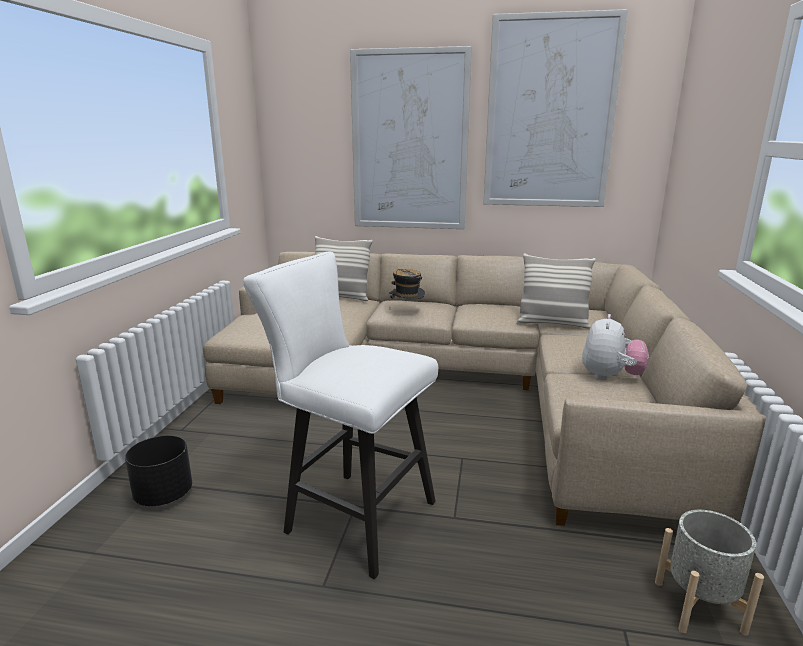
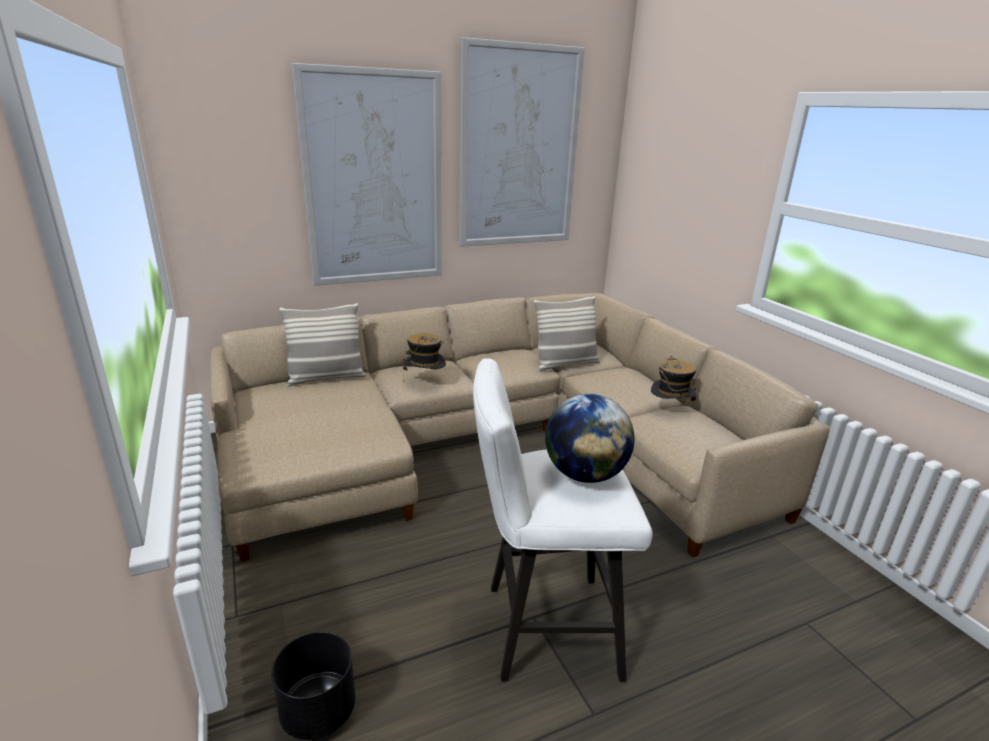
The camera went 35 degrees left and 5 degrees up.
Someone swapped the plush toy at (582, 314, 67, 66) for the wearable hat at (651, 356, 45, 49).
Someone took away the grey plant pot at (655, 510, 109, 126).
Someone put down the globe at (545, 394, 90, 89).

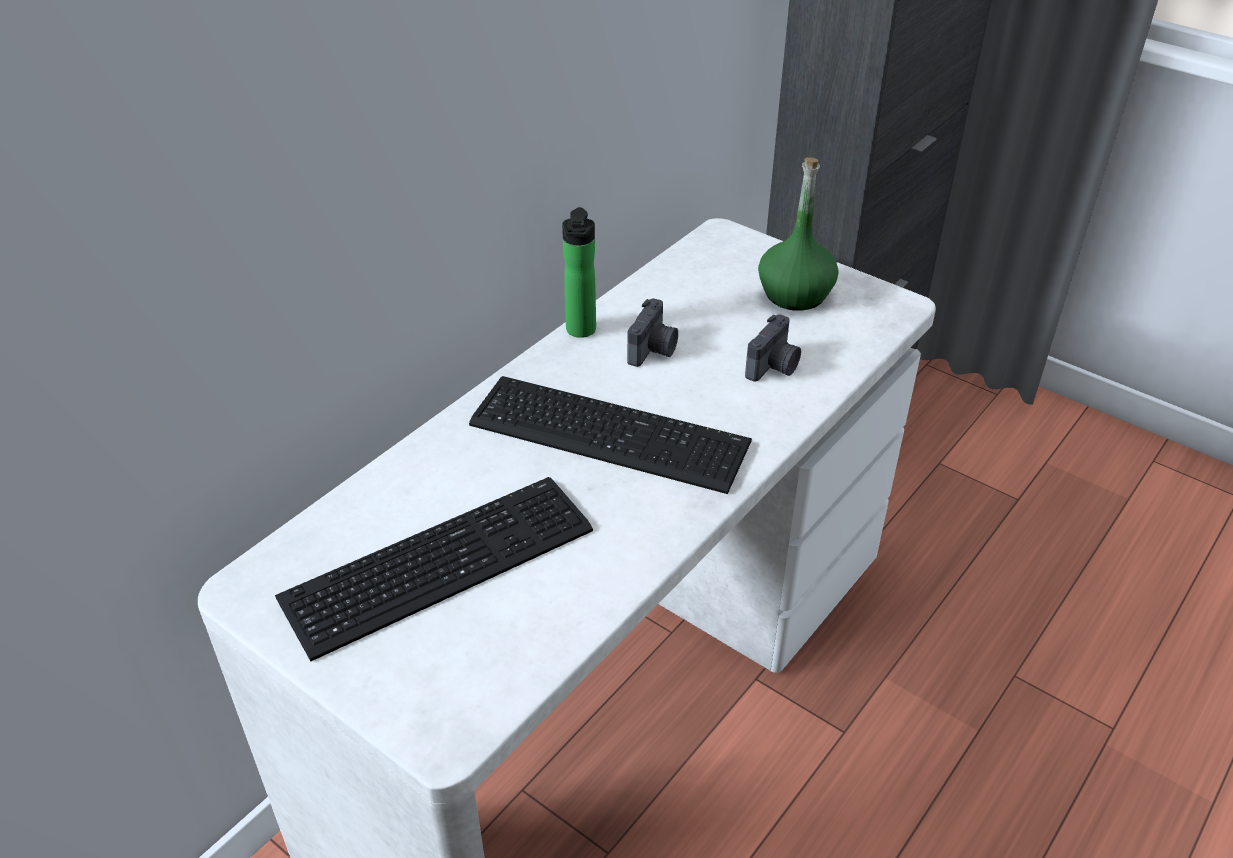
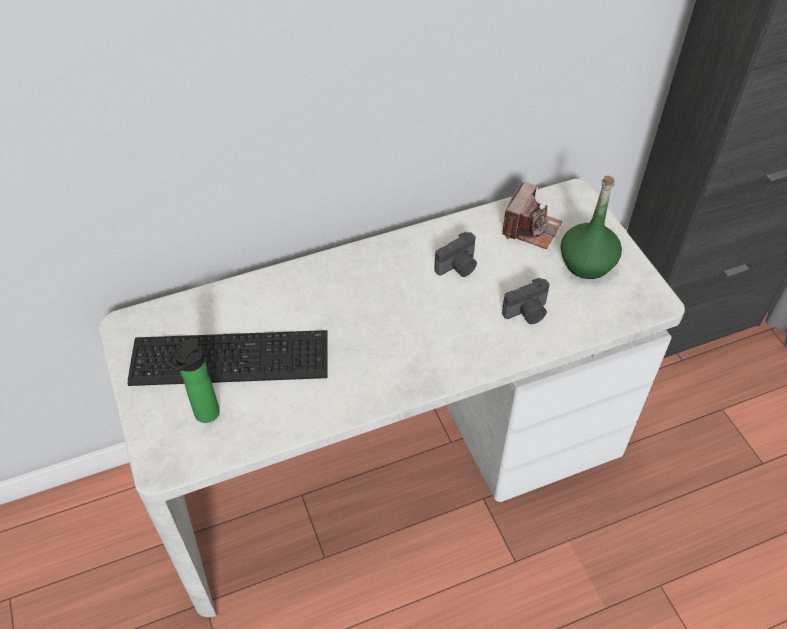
The camera went 30 degrees right and 10 degrees up.
Someone carried the bottle from (562, 207, 34, 131) to (165, 338, 55, 85).
Someone took away the keyboard at (469, 376, 283, 118).
Someone put down the still camera at (502, 181, 60, 68).

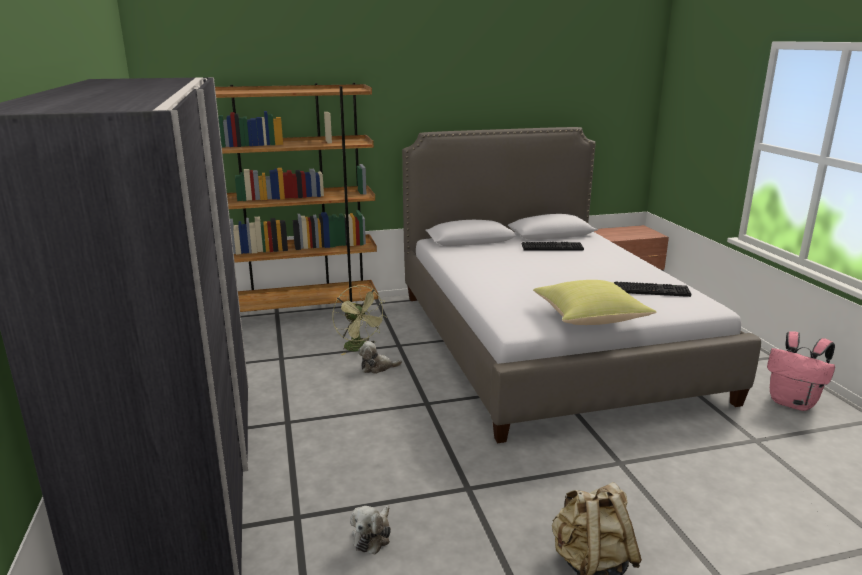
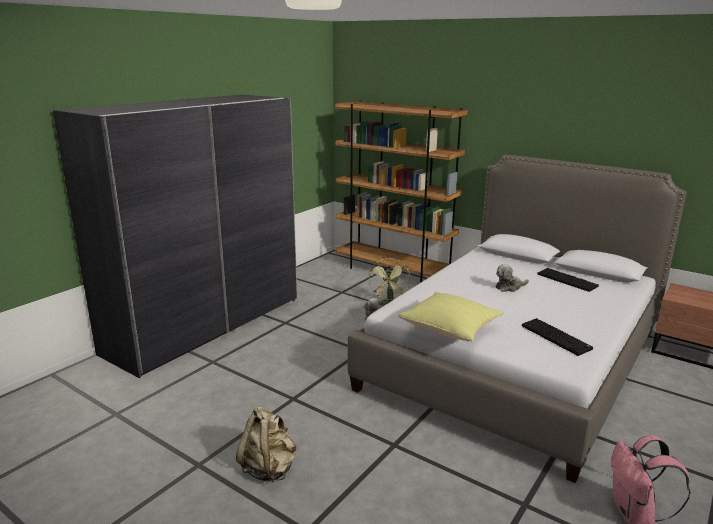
The camera went 50 degrees right and 0 degrees up.
Someone carried the plush toy from (350, 505, 41, 50) to (495, 264, 34, 28).

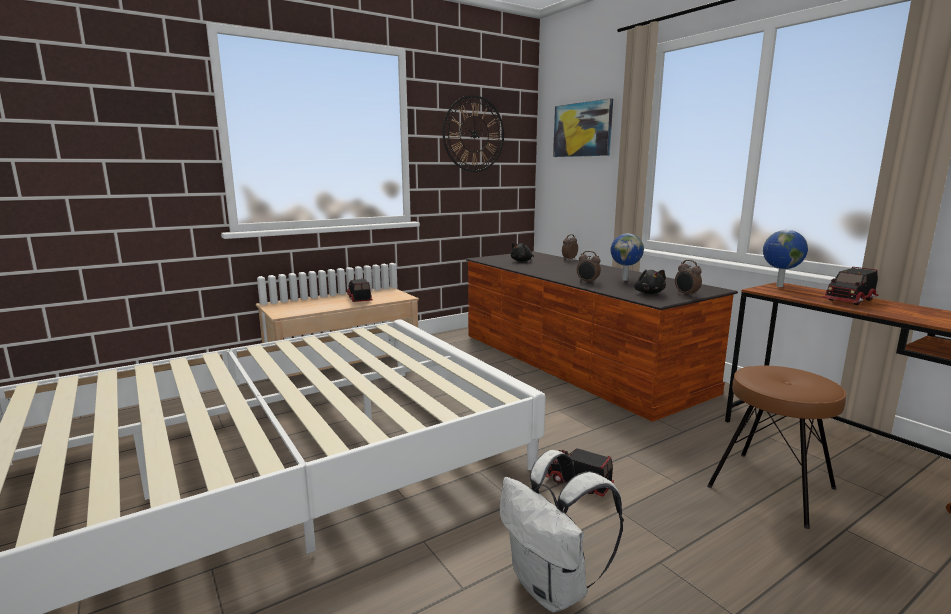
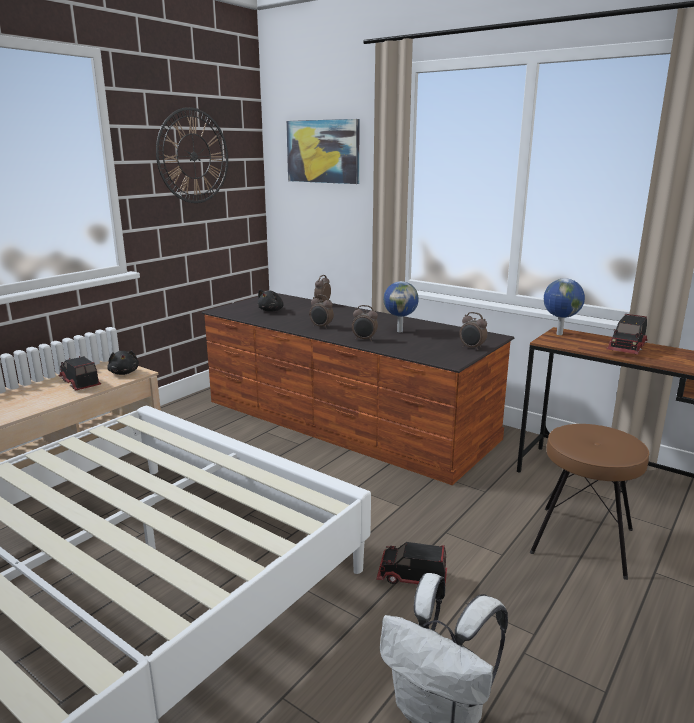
The camera went 20 degrees left and 5 degrees up.
Someone carried the black-coloured plush toy from (634, 270, 32, 24) to (107, 350, 32, 25).
Someone put down the bedside clock at (309, 295, 25, 34).

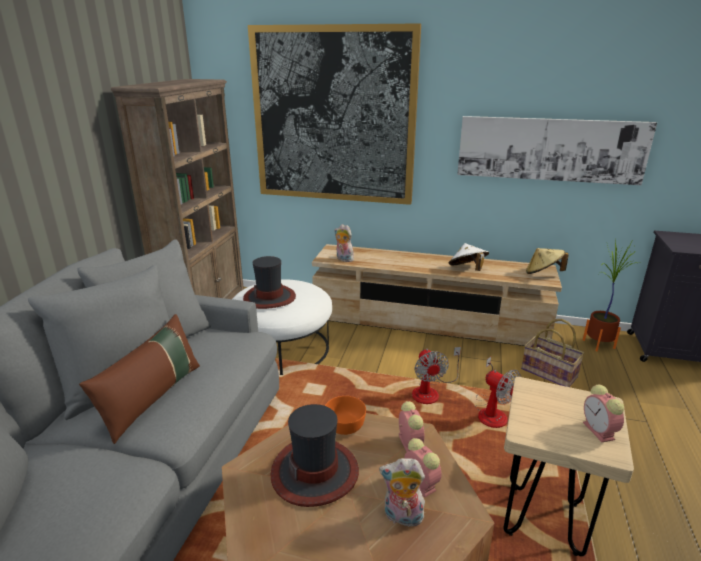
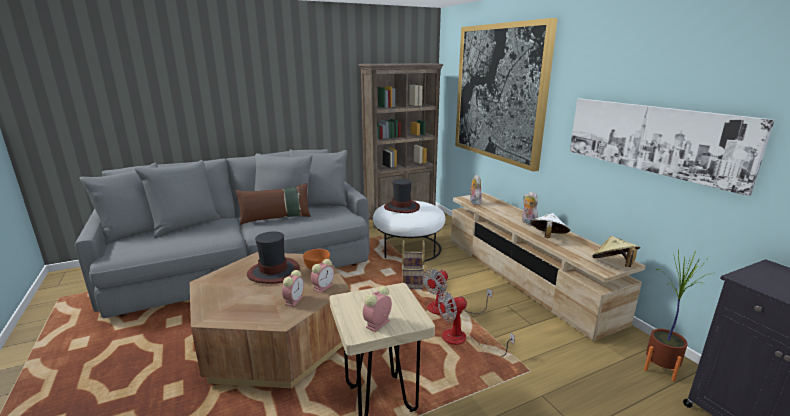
The camera went 50 degrees right and 5 degrees down.
Someone carried the storage basket from (521, 319, 64, 68) to (402, 240, 23, 49).
Someone rotated the fan at (476, 357, 45, 71) by 60 degrees clockwise.
Someone carried the plush toy from (379, 458, 46, 69) to (522, 191, 16, 35).

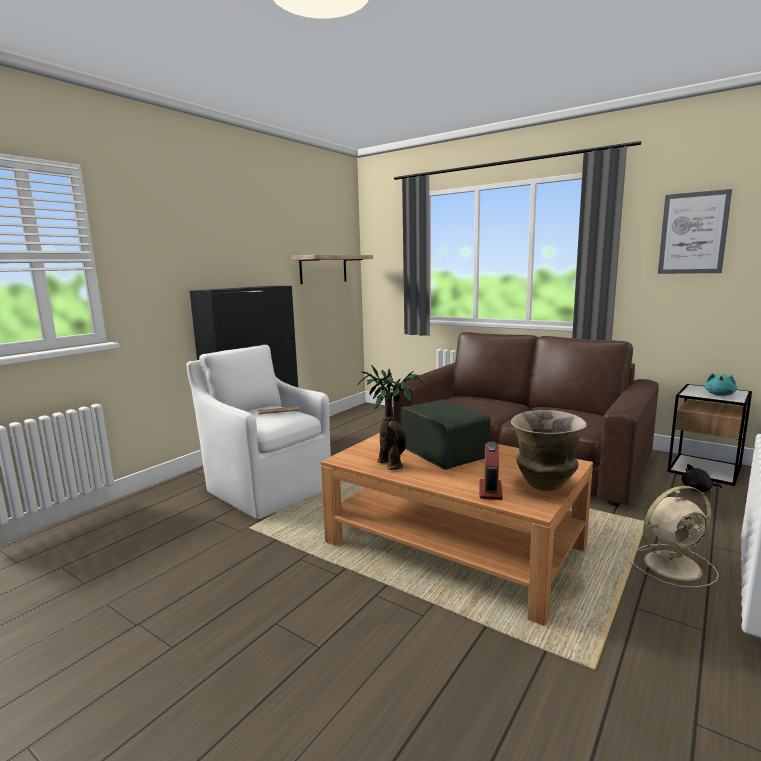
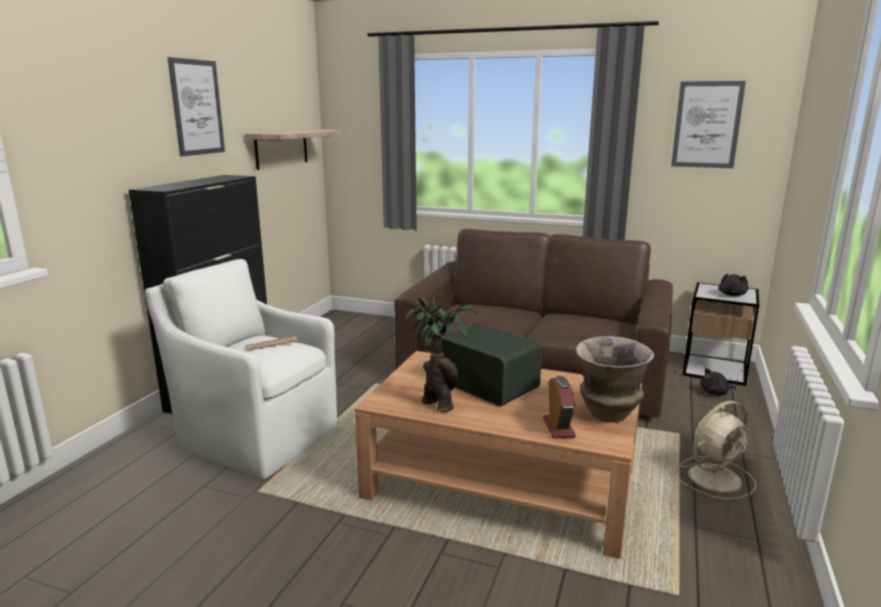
The camera went 15 degrees left and 5 degrees up.
Someone repainted the turquoise plush toy at (705, 373, 32, 23), which became the black-coloured plush toy at (718, 274, 30, 22).
Someone put up the picture at (168, 57, 57, 99).

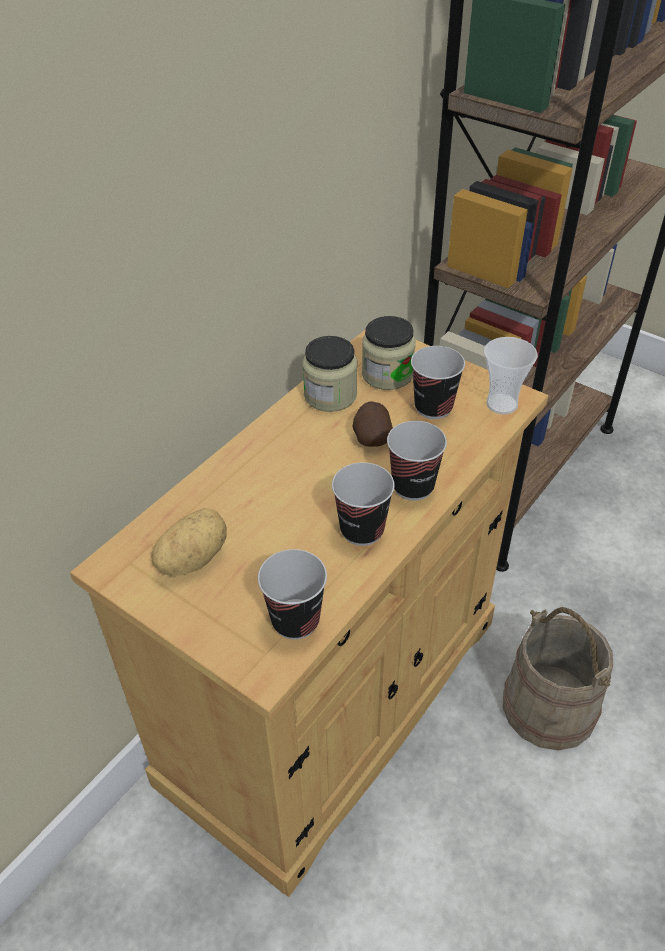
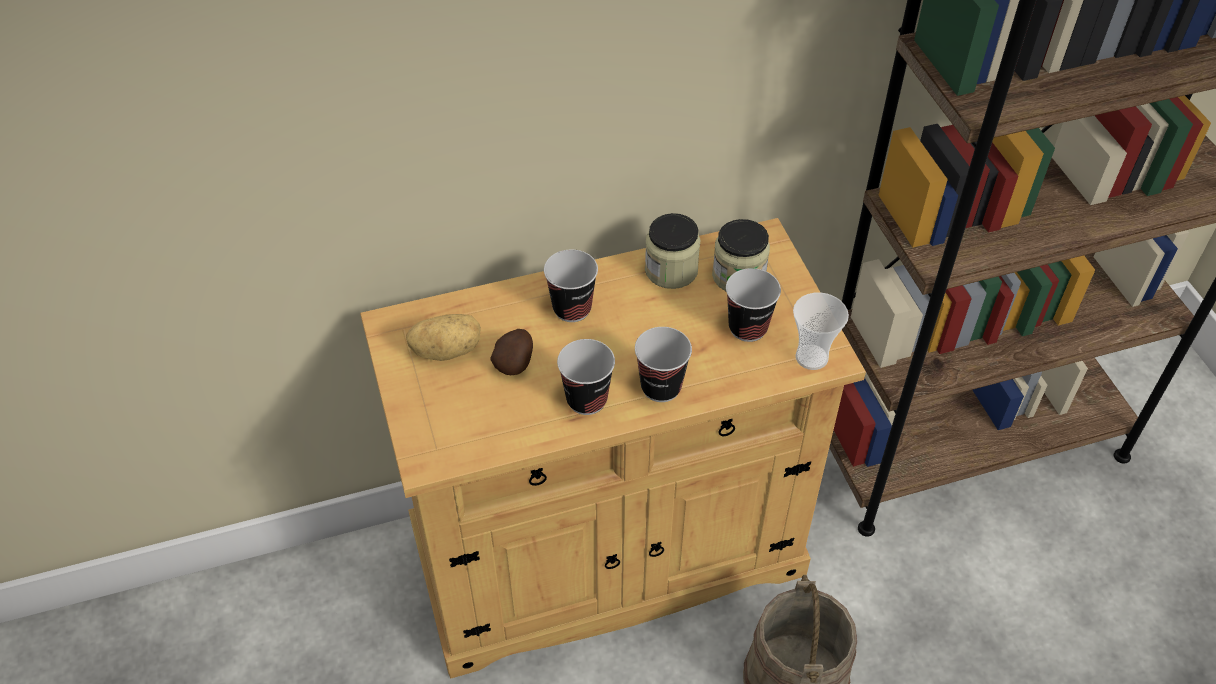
The camera went 35 degrees right and 5 degrees up.
Someone carried the potato from (353, 402, 40, 45) to (491, 329, 42, 46).
Someone carried the drinking cup from (258, 549, 69, 91) to (544, 249, 54, 73).

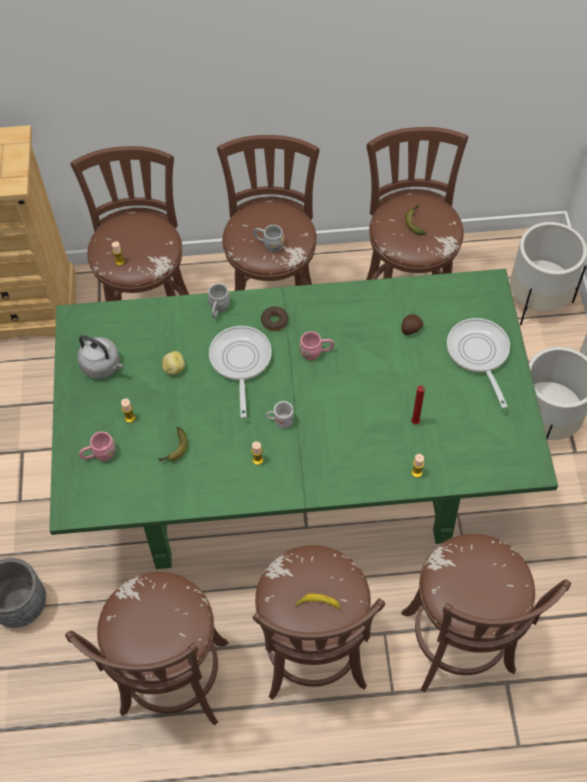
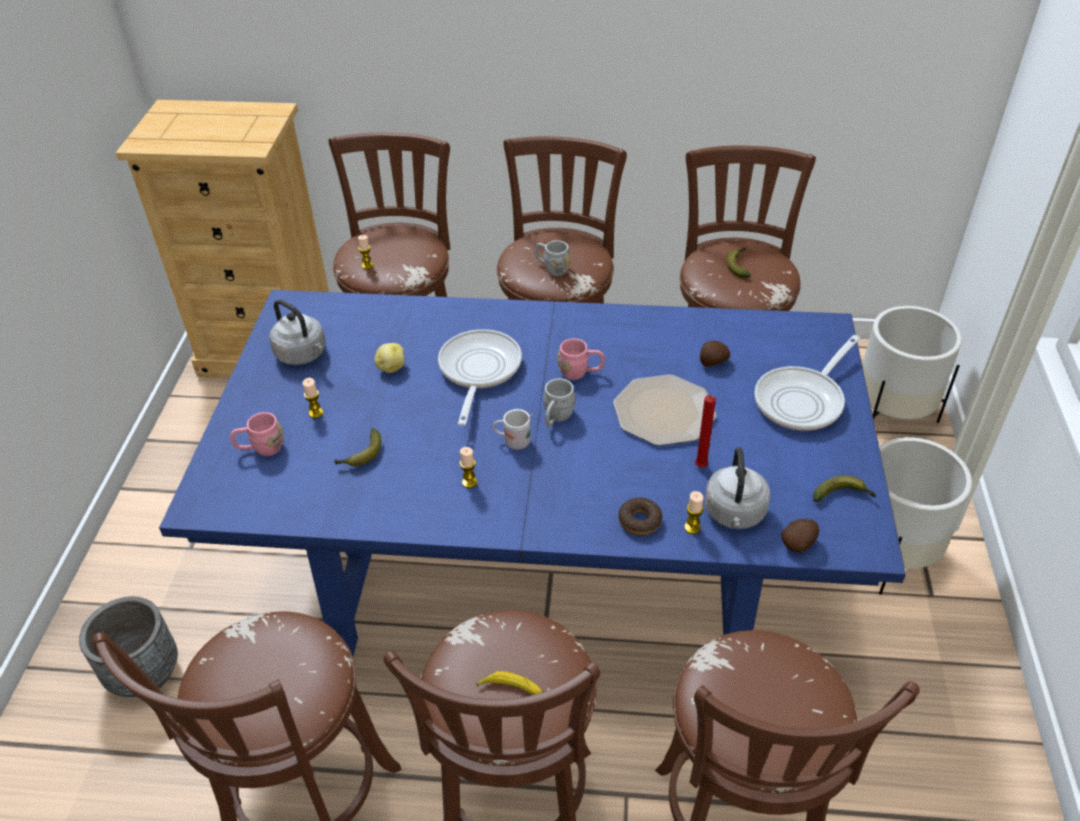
The camera went 10 degrees right and 15 degrees down.
Someone repainted the greenish kitchen table at (49, 269, 509, 300), which became the blue-coloured kitchen table at (159, 290, 747, 366).
Someone carried the grey tea mug from (208, 283, 22, 36) to (543, 378, 33, 49).
Someone carried the doughnut from (261, 307, 27, 24) to (618, 498, 44, 37).
Someone rotated the frying pan at (447, 318, 63, 90) by 135 degrees counterclockwise.
Someone put down the plate at (613, 374, 103, 72).
Someone put down the grey tea kettle at (704, 447, 66, 82).
Someone put down the banana at (813, 476, 63, 26).
Someone put down the potato at (781, 519, 38, 33).

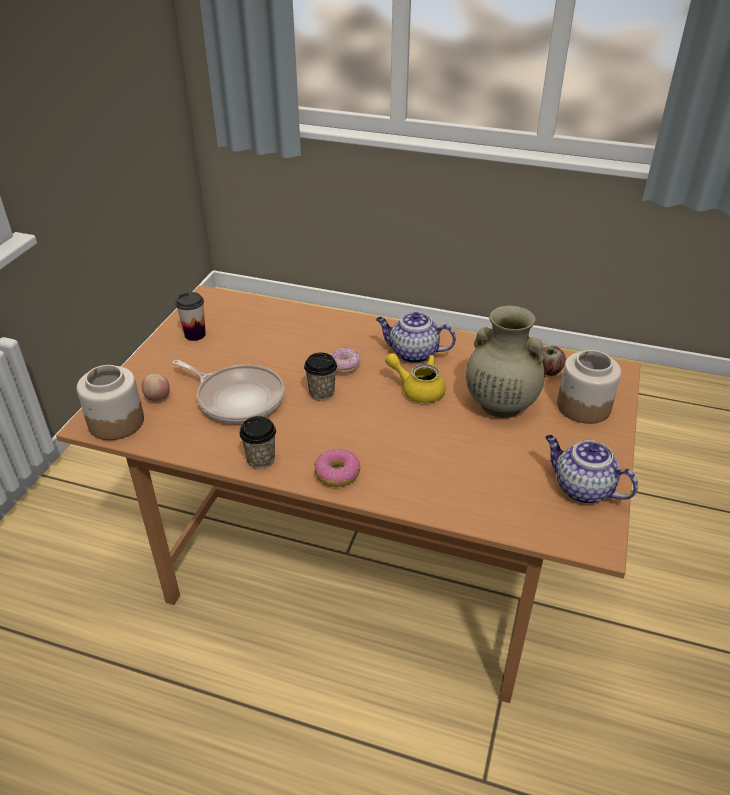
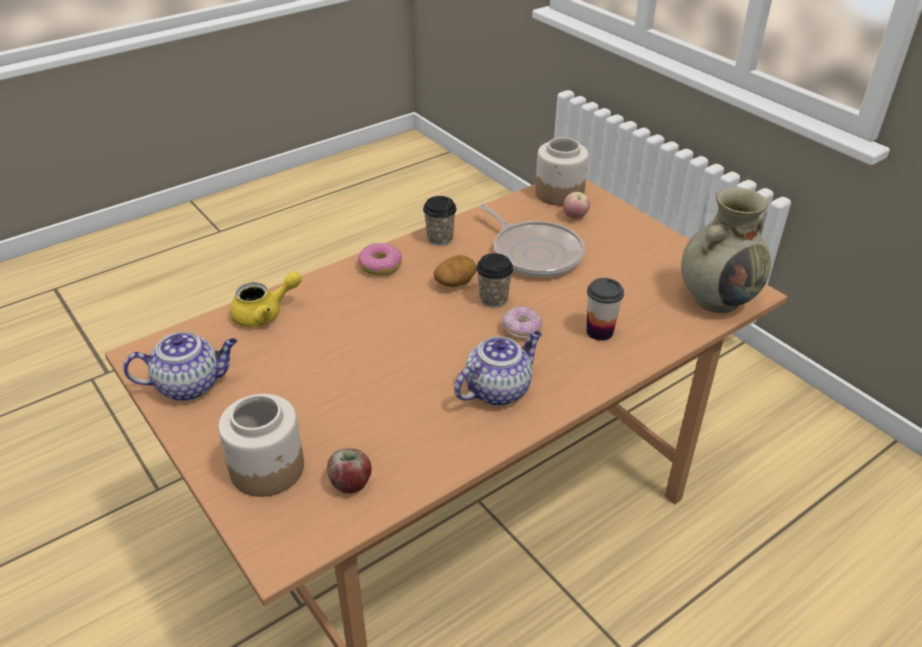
The camera went 125 degrees right and 0 degrees up.
Someone carried the drinking cup from (175, 292, 31, 49) to (587, 278, 37, 63).
Someone carried the beige-coloured vase from (466, 305, 79, 113) to (681, 187, 90, 126).
Someone carried the yellow-coloured pot for tea from (385, 353, 61, 50) to (230, 271, 72, 56).
Someone rotated the frying pan at (172, 360, 113, 63) by 105 degrees counterclockwise.
Someone put down the potato at (434, 255, 43, 32).

